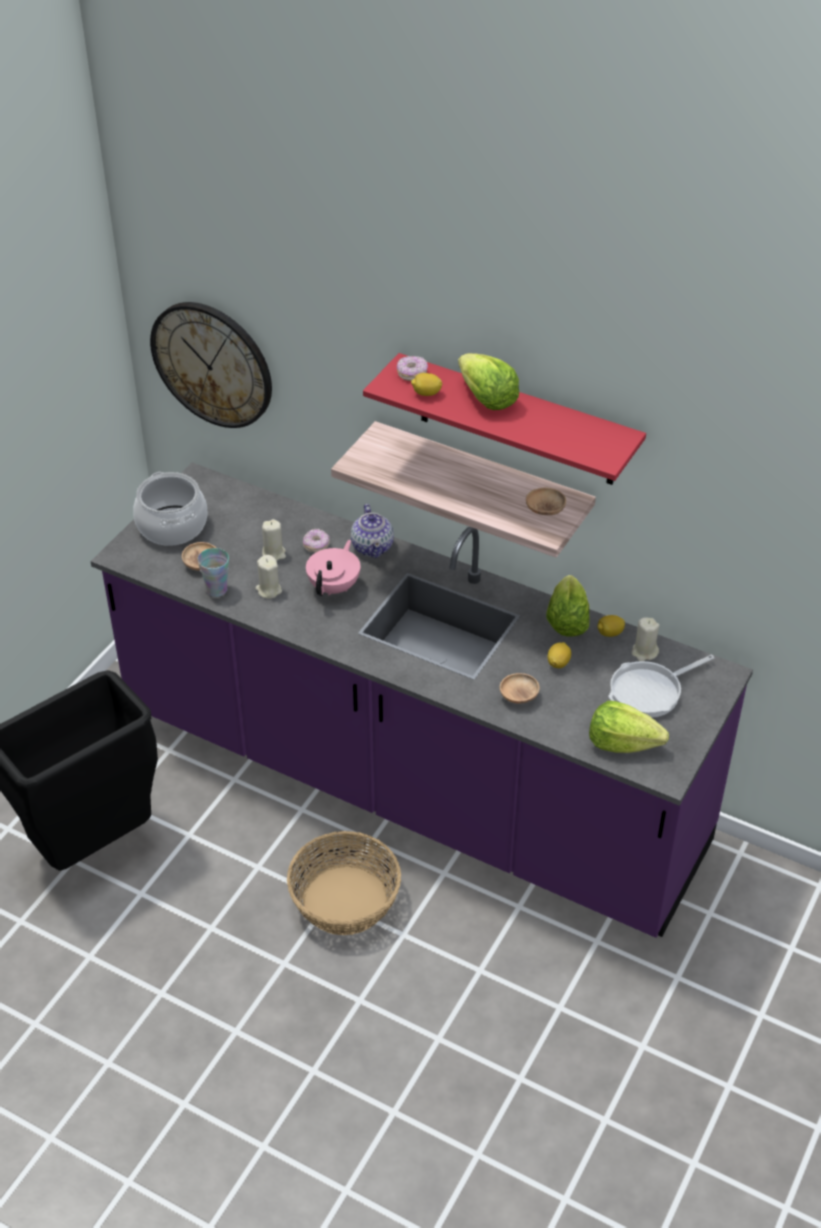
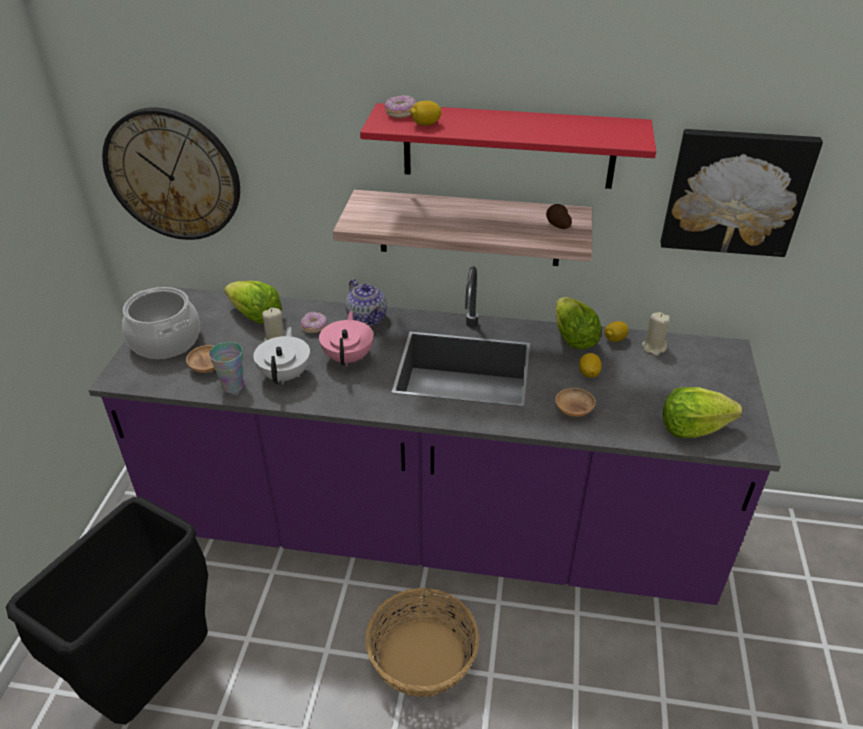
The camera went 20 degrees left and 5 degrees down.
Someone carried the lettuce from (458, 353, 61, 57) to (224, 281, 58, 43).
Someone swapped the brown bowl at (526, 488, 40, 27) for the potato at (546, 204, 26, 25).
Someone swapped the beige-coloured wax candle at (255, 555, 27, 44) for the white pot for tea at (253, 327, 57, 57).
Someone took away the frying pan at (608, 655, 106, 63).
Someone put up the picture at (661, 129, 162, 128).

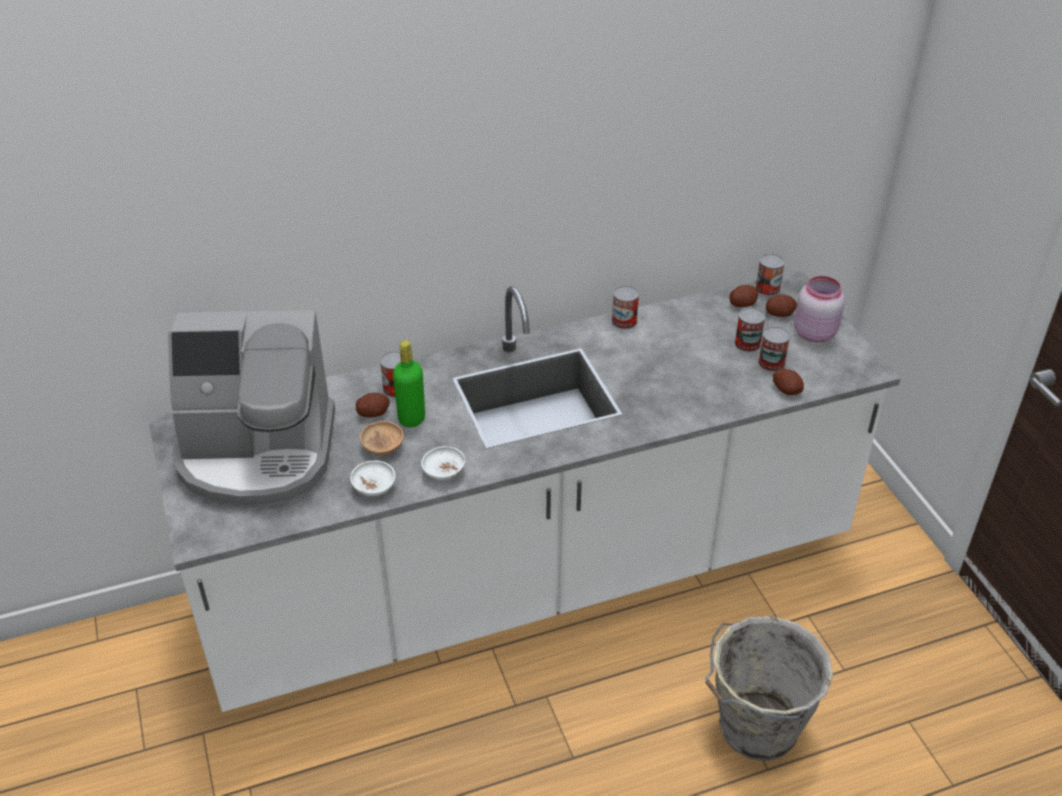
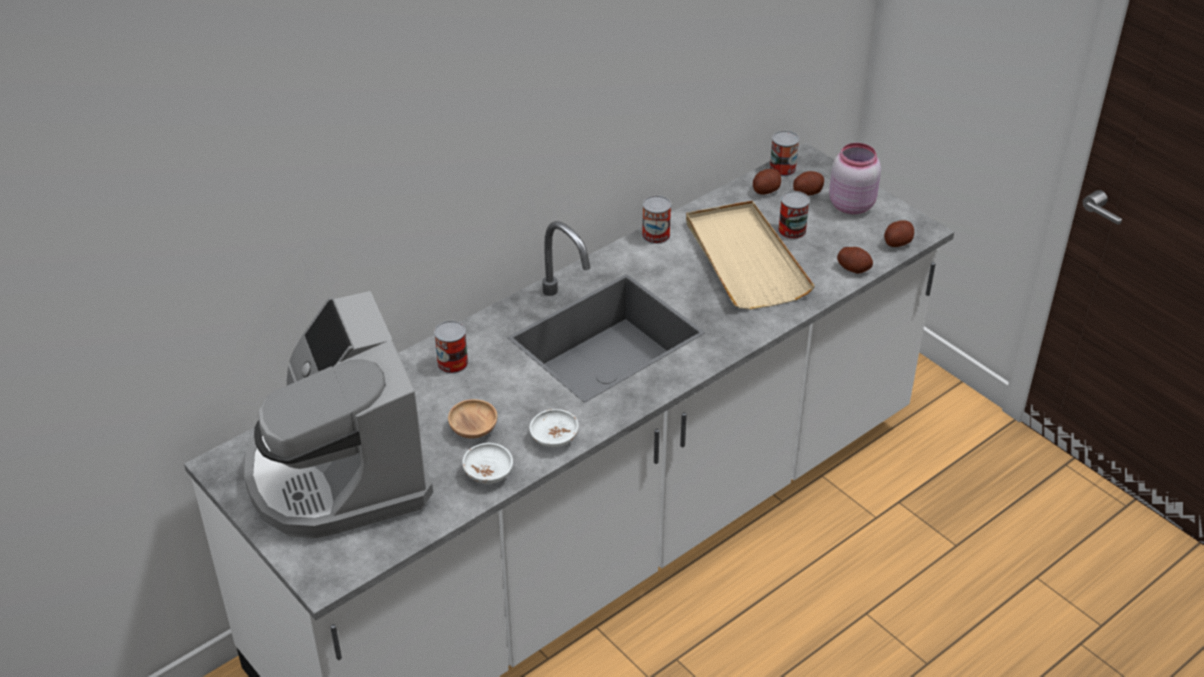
The camera went 20 degrees left and 0 degrees up.
Someone rotated the coffee machine at (168, 310, 167, 197) by 90 degrees clockwise.
Someone took away the sealed can at (758, 326, 32, 46).
Someone took away the greenish bottle at (393, 340, 32, 87).
Someone carried the potato from (356, 393, 34, 25) to (884, 220, 30, 27).
Someone took away the grey pail at (705, 616, 128, 145).
Someone put down the beige-coloured serving tray at (686, 201, 129, 109).

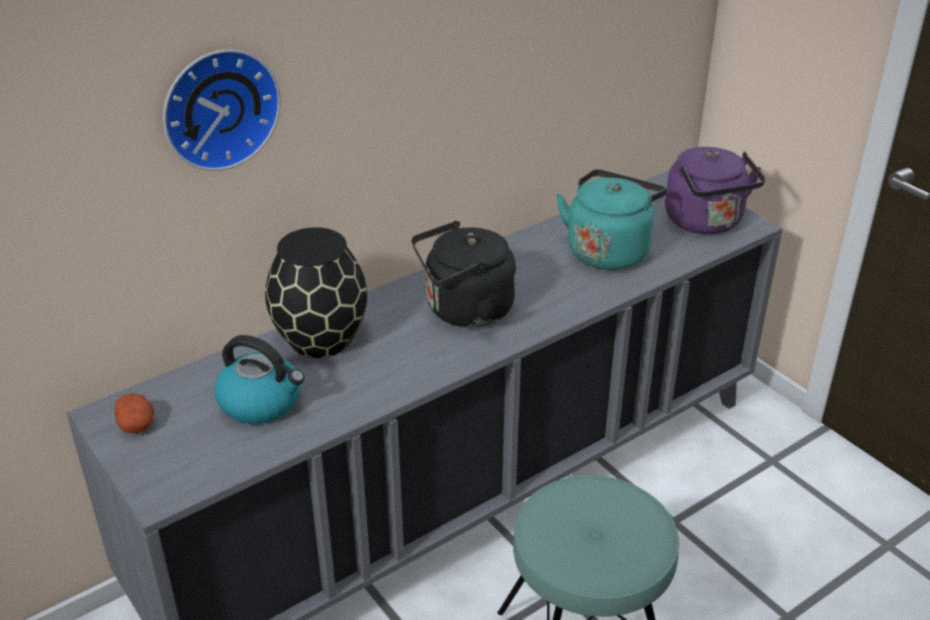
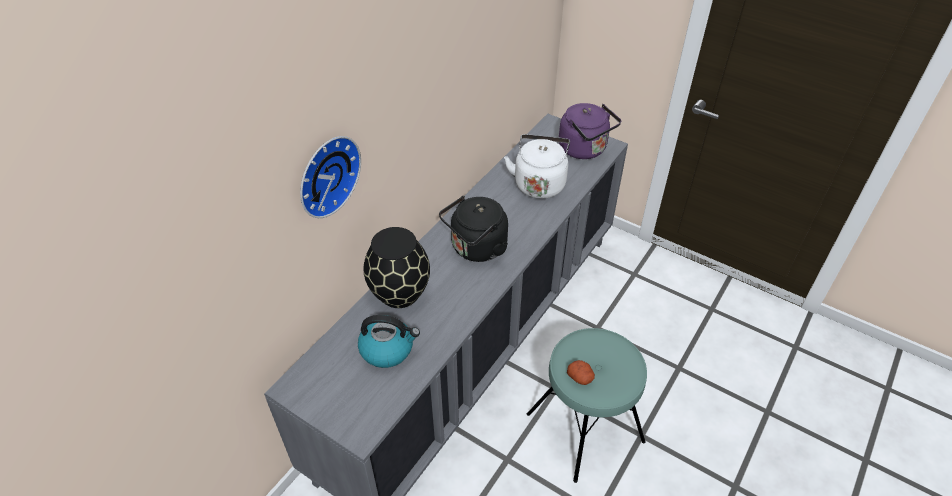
The camera went 20 degrees left and 10 degrees up.
Someone repainted the turquoise tea kettle at (556, 169, 111, 101), which became the white tea kettle at (504, 134, 66, 65).
Someone carried the potato from (115, 394, 39, 40) to (567, 360, 28, 25).

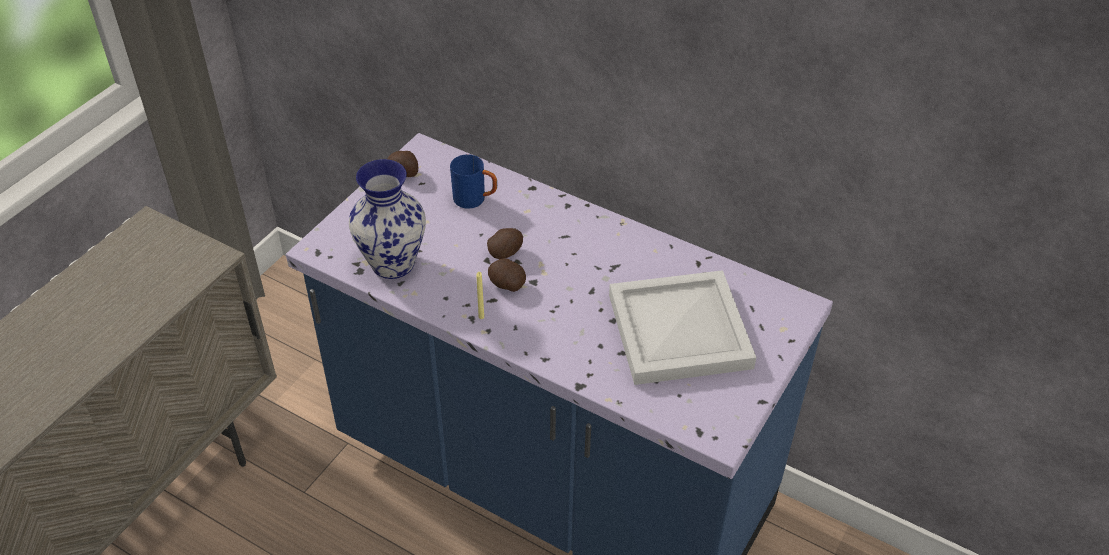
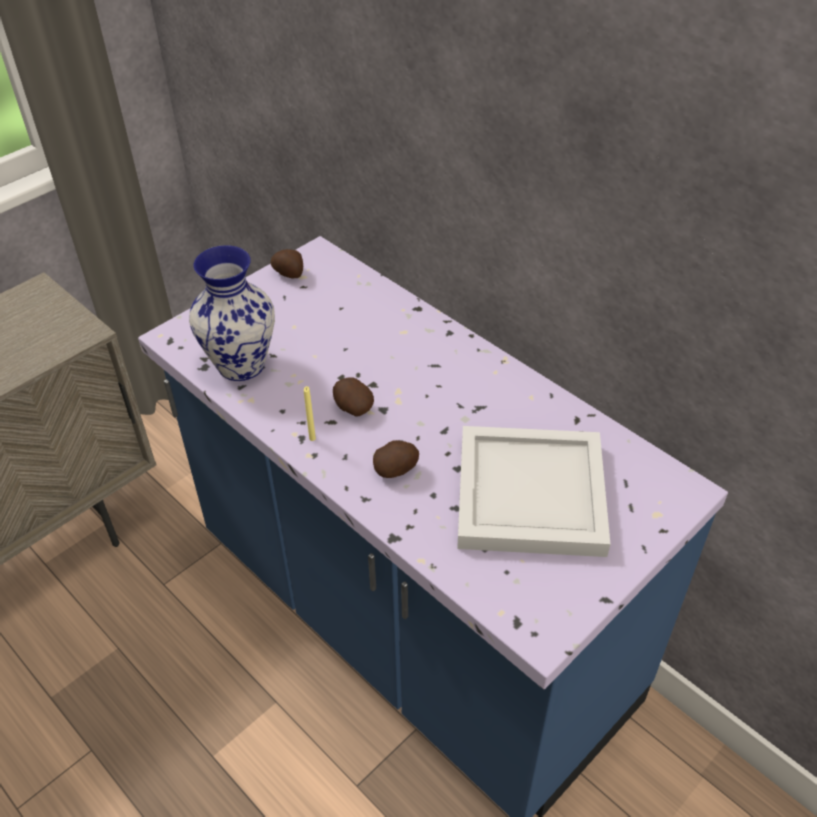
The camera went 15 degrees right and 0 degrees up.
Someone took away the blue-coloured tea mug at (450, 154, 47, 55).
Someone carried the potato from (487, 228, 36, 31) to (373, 440, 46, 38).

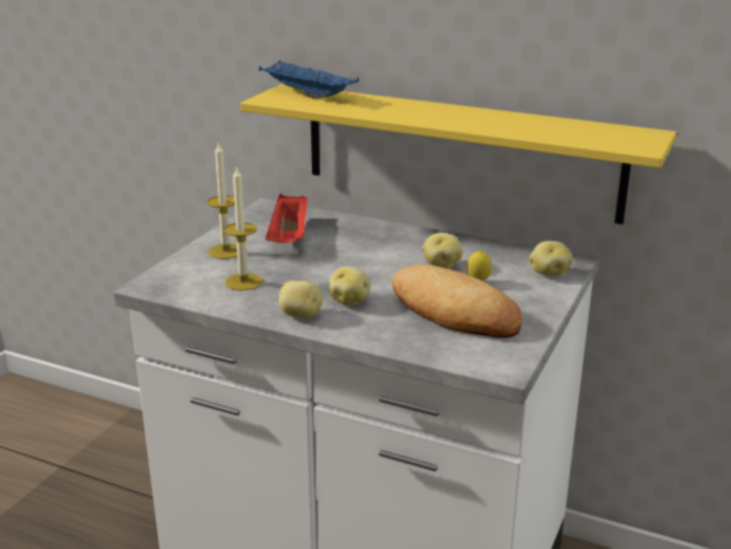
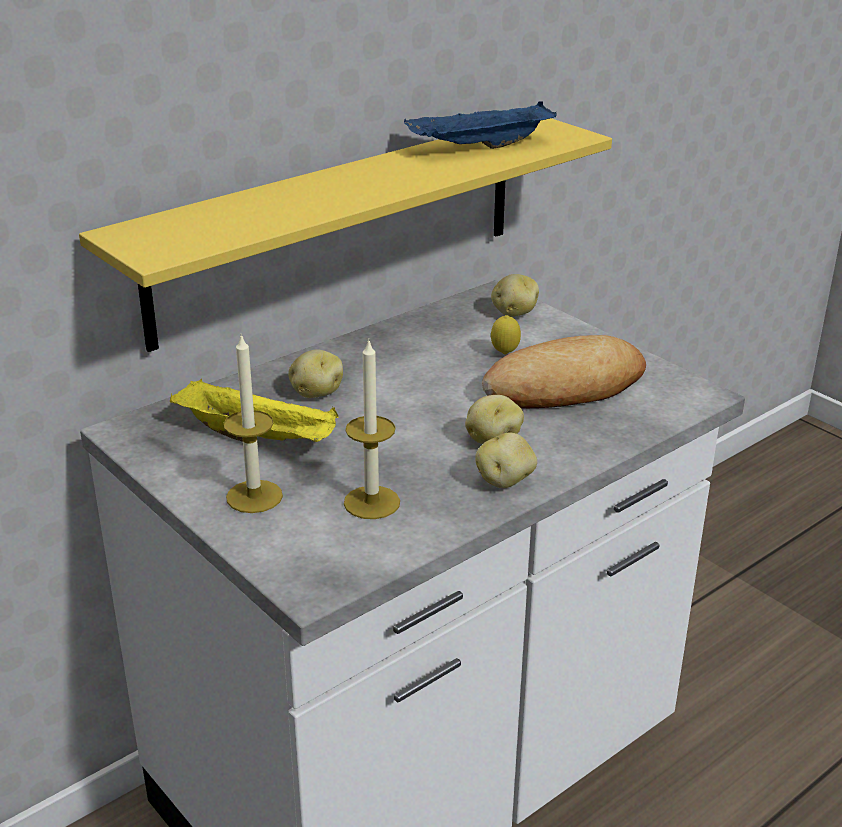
The camera went 65 degrees left and 5 degrees up.
Someone carried the blue-coloured serving tray from (258, 61, 101, 37) to (404, 101, 153, 48).
Someone repainted the red-coloured serving tray at (265, 194, 43, 49), which became the yellow-coloured serving tray at (170, 379, 169, 63).
Someone carried the potato from (423, 233, 40, 36) to (288, 349, 55, 49).

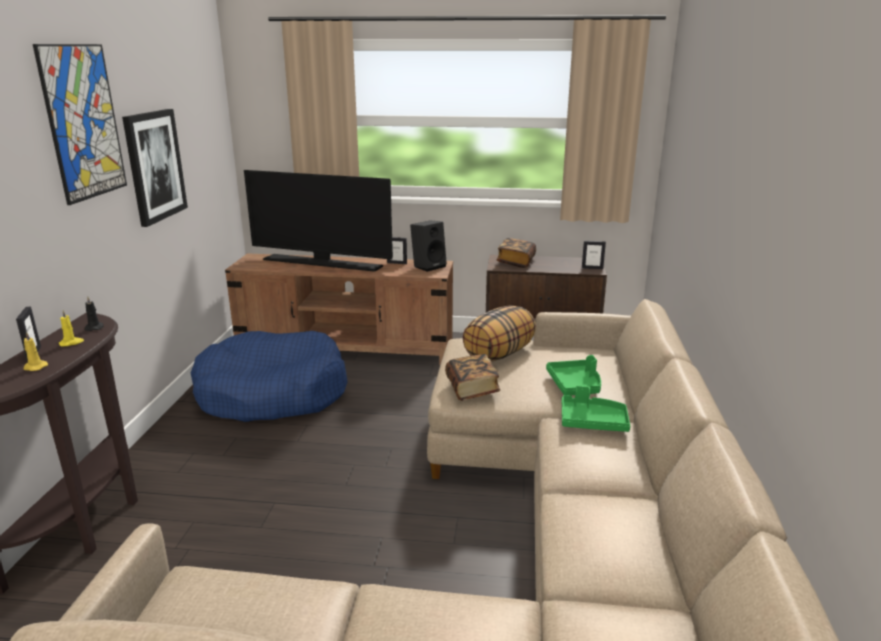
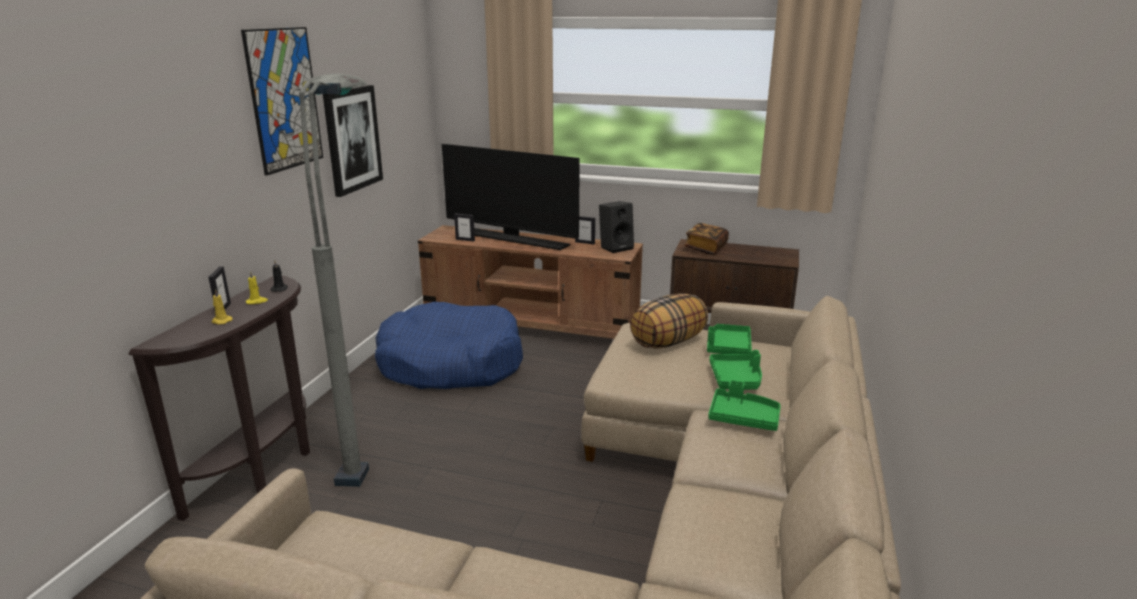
The camera went 10 degrees right and 0 degrees up.
Someone carried the standing frame from (582, 241, 24, 28) to (454, 213, 21, 29).
Someone took away the bound book at (445, 354, 55, 47).
Someone put down the grey standard lamp at (299, 74, 70, 413).
Someone put down the greenish serving tray at (707, 324, 45, 30).

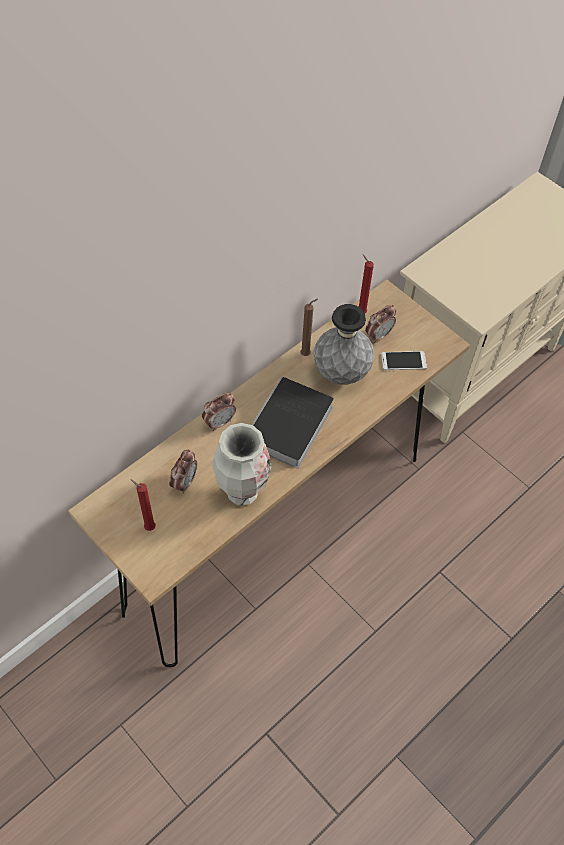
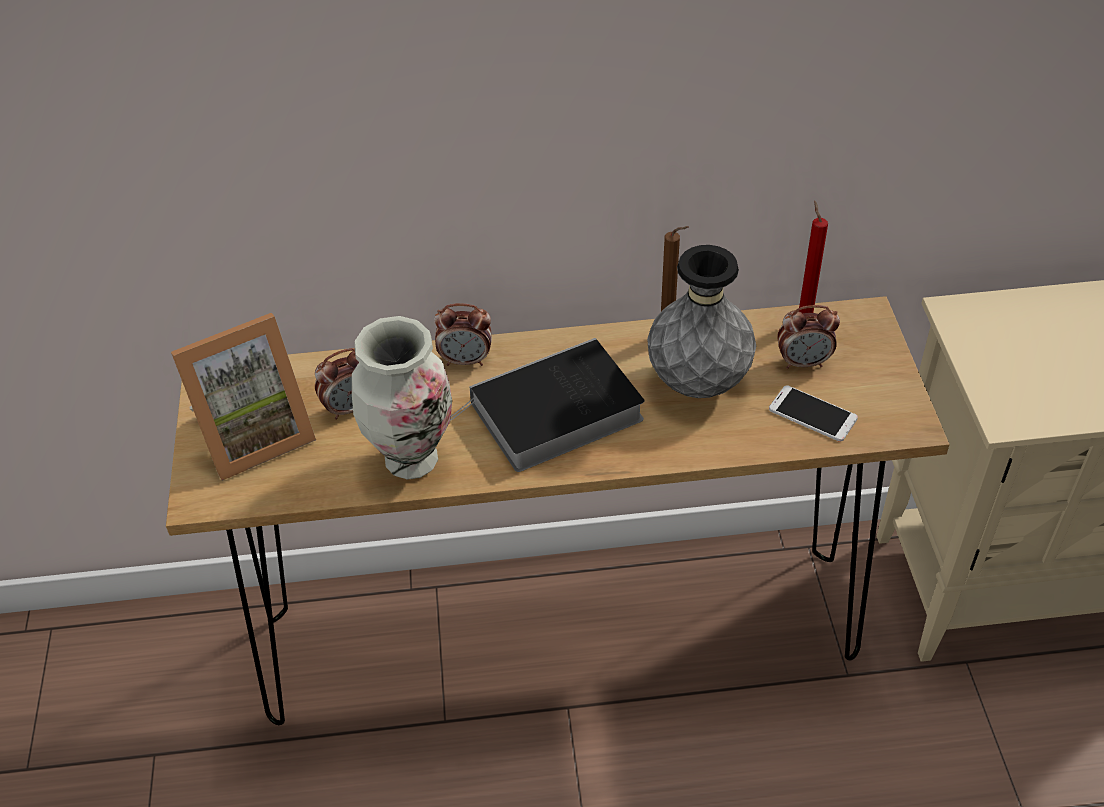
The camera went 40 degrees right and 10 degrees down.
Someone swapped the red-coloured wax candle at (131, 480, 25, 51) for the standing frame at (171, 313, 145, 168).

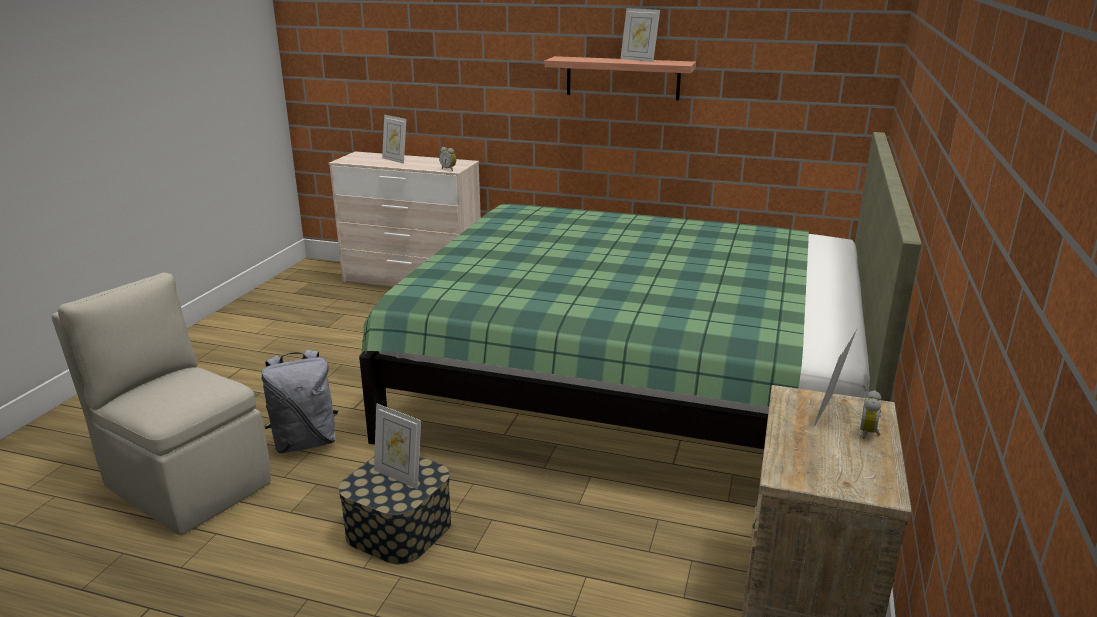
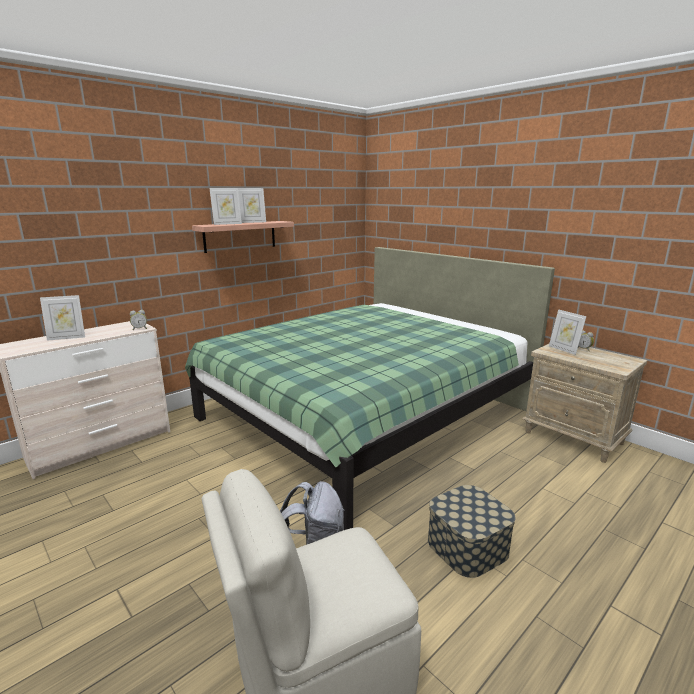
The camera went 60 degrees left and 5 degrees down.
Someone carried the standing frame from (374, 403, 47, 86) to (209, 188, 33, 37).

